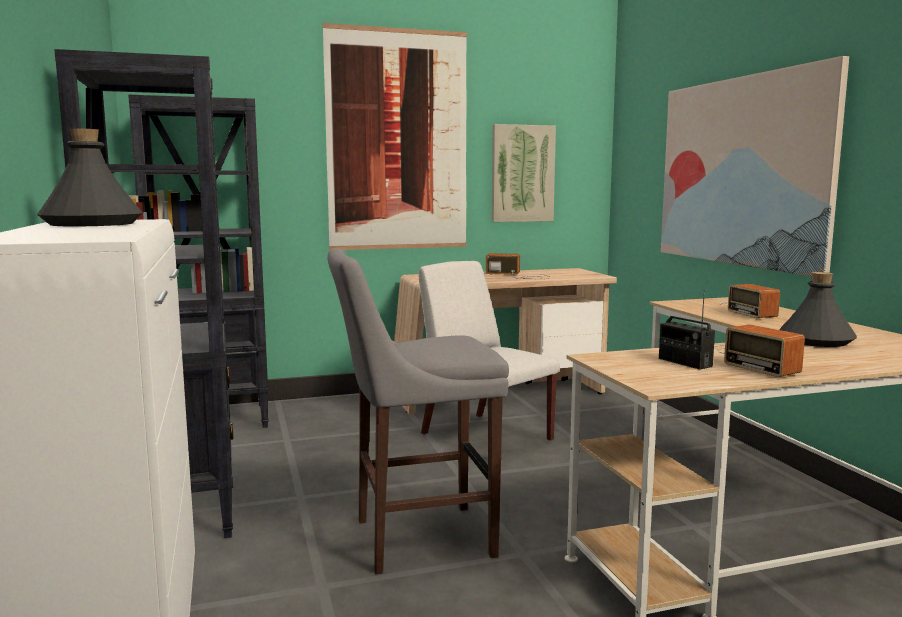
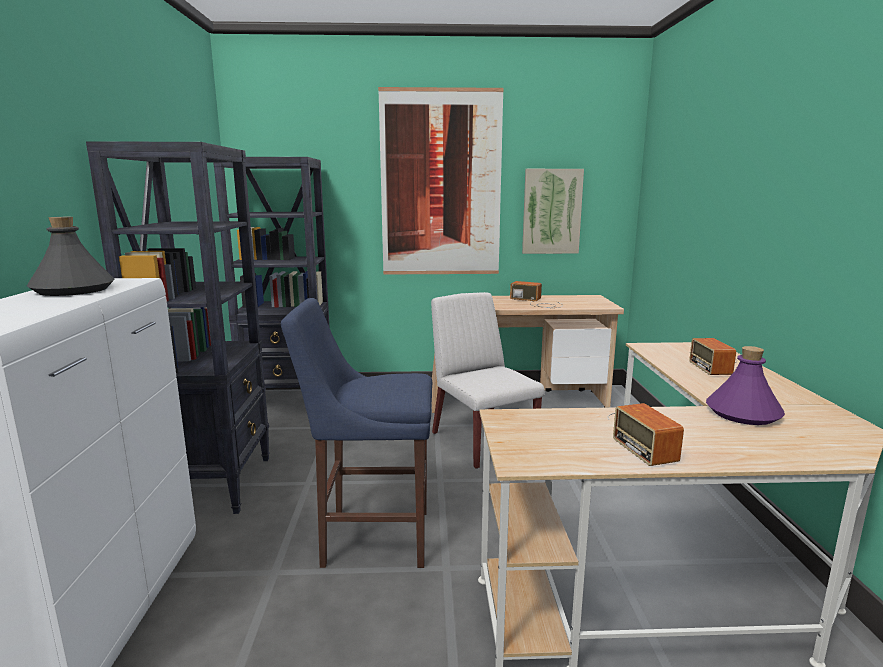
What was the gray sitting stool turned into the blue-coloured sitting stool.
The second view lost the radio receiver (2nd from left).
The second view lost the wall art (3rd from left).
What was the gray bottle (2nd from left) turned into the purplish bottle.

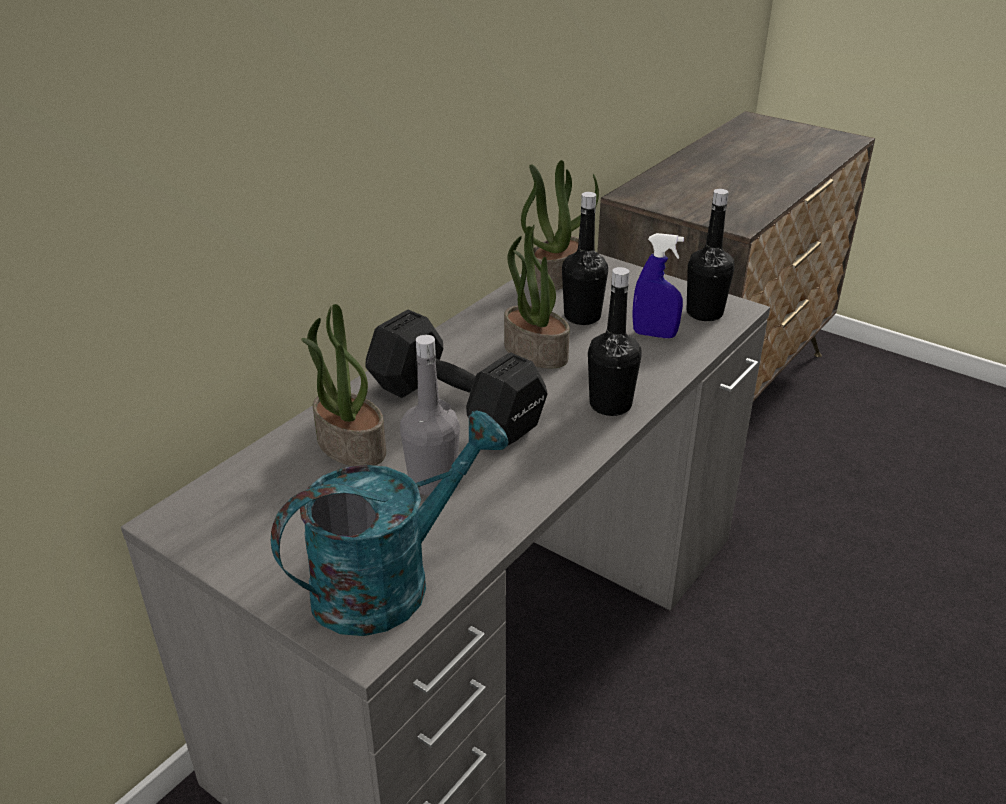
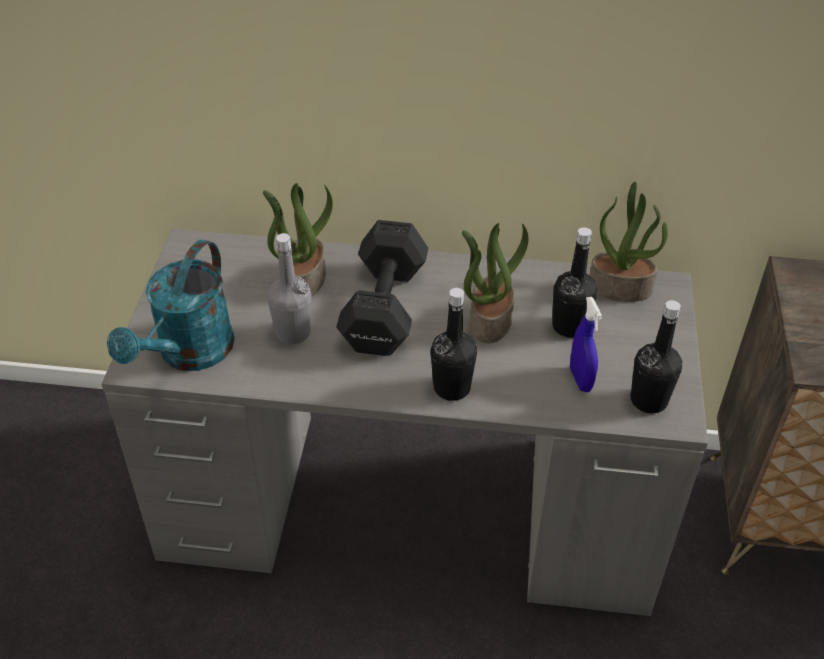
The blue-green watering pot ended up facing another way, 90 degrees clockwise from before.

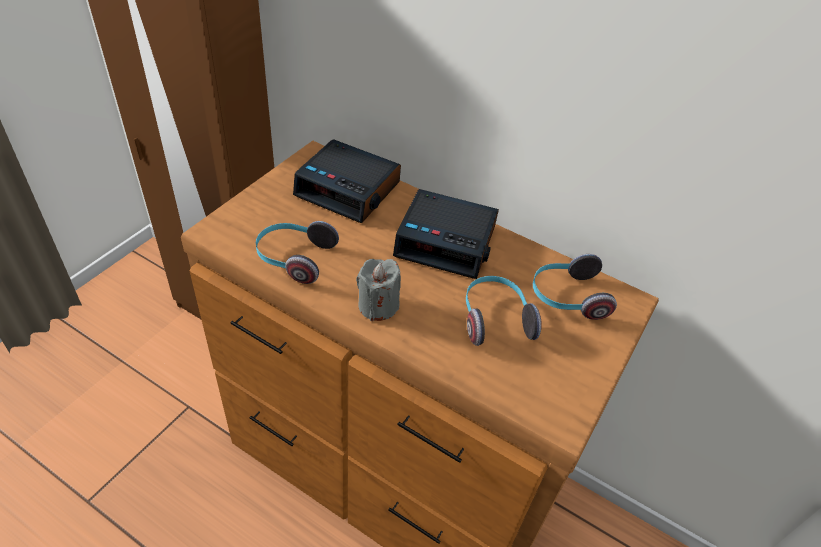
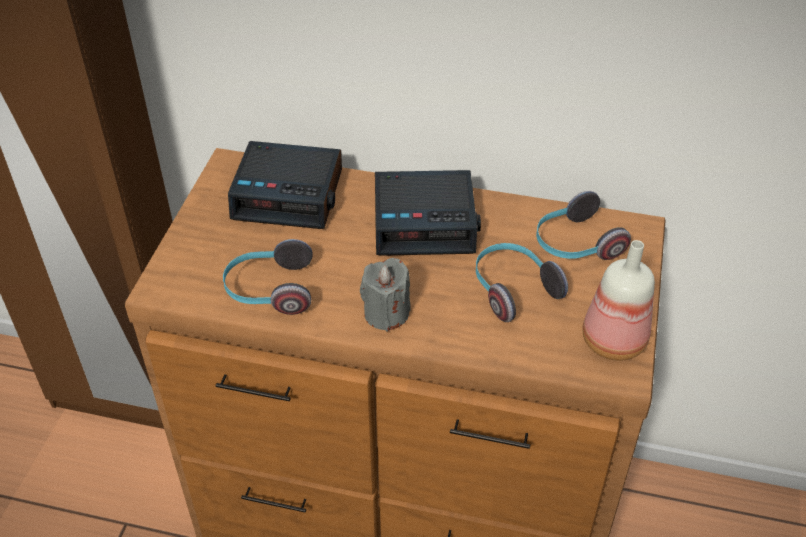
The second view gained the bottle.

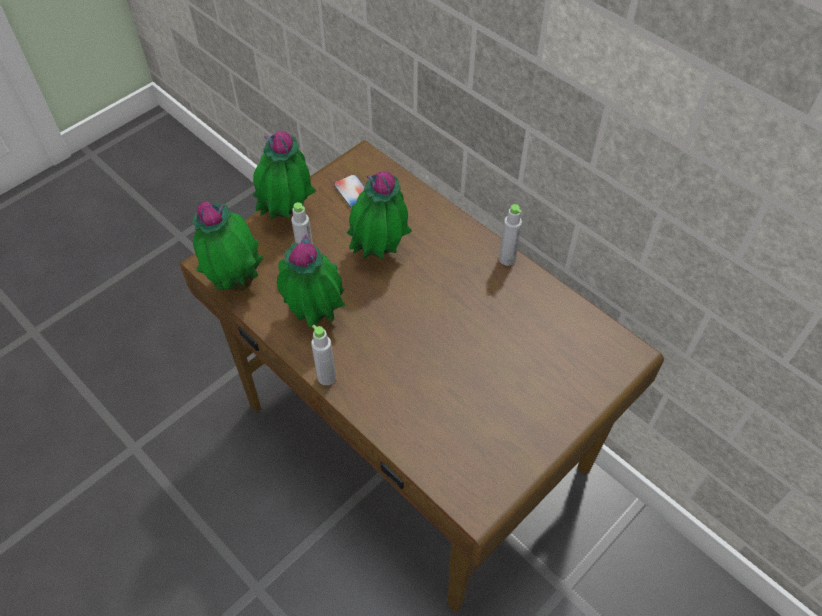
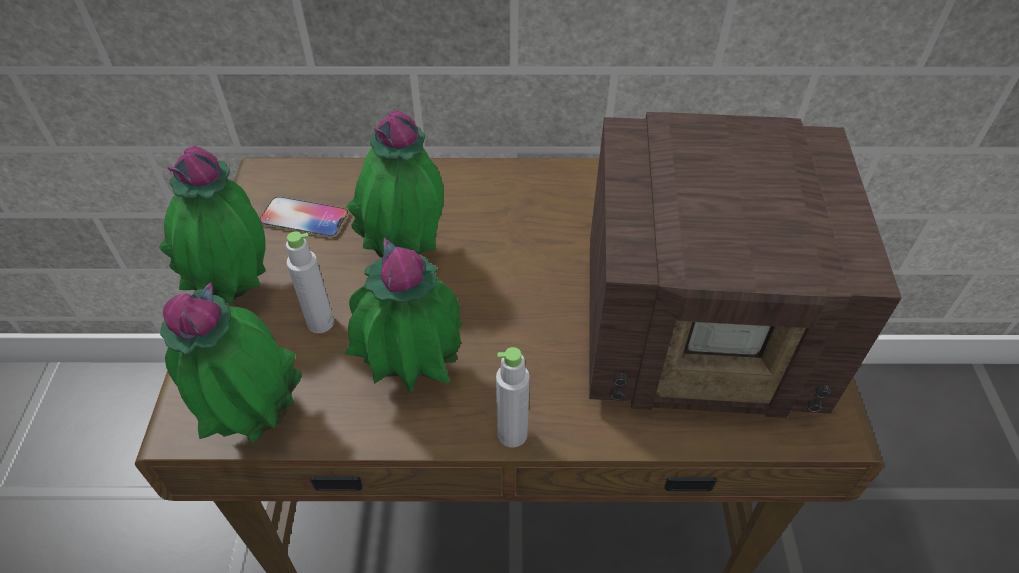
The second view lost the gray bottle (3rd from left).
The second view gained the radio receiver.

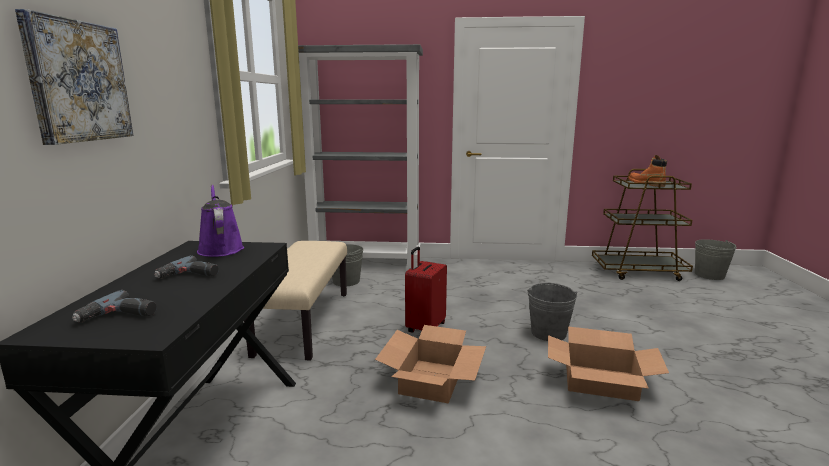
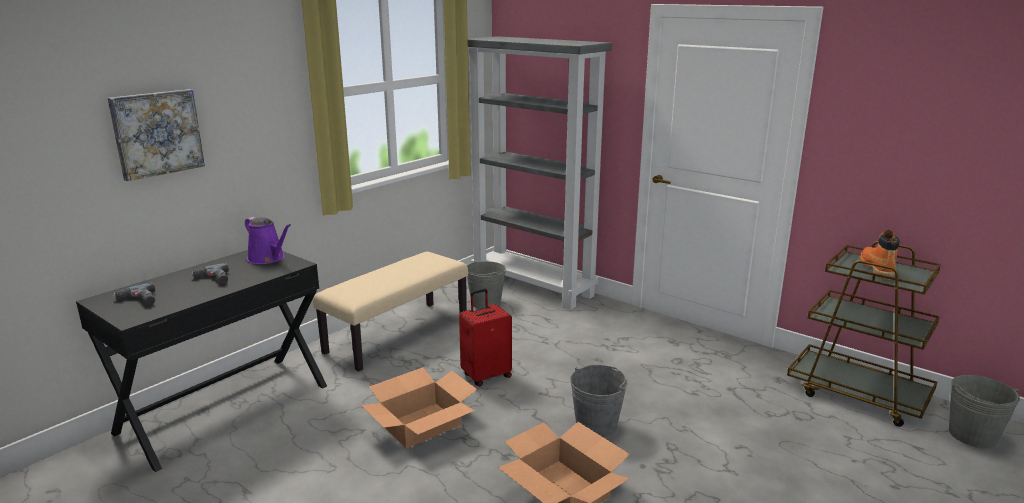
The purplish watering pot ended up facing another way, 120 degrees clockwise from before.

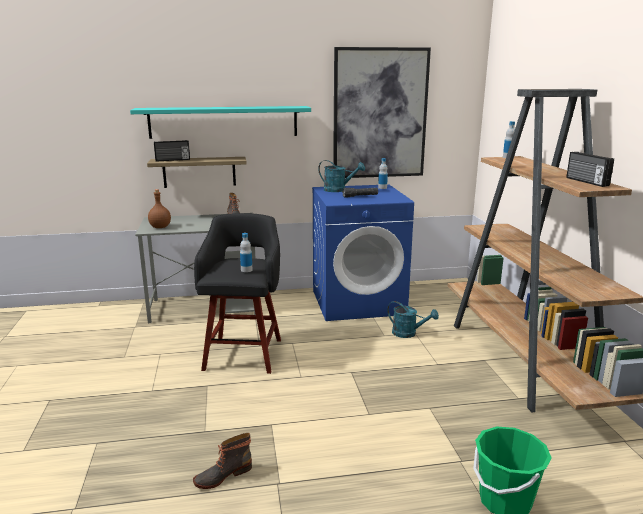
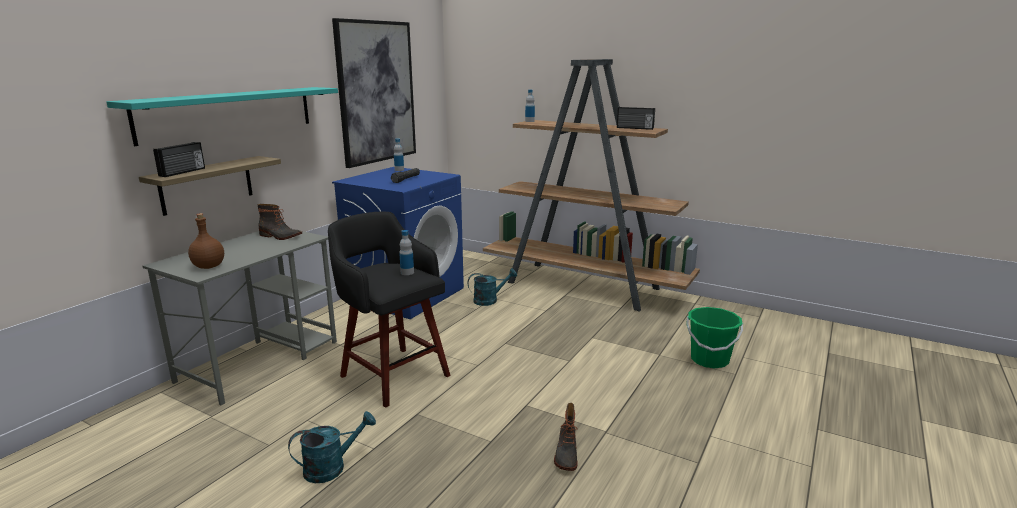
The blue-green watering pot (1st from left) ended up elsewhere.

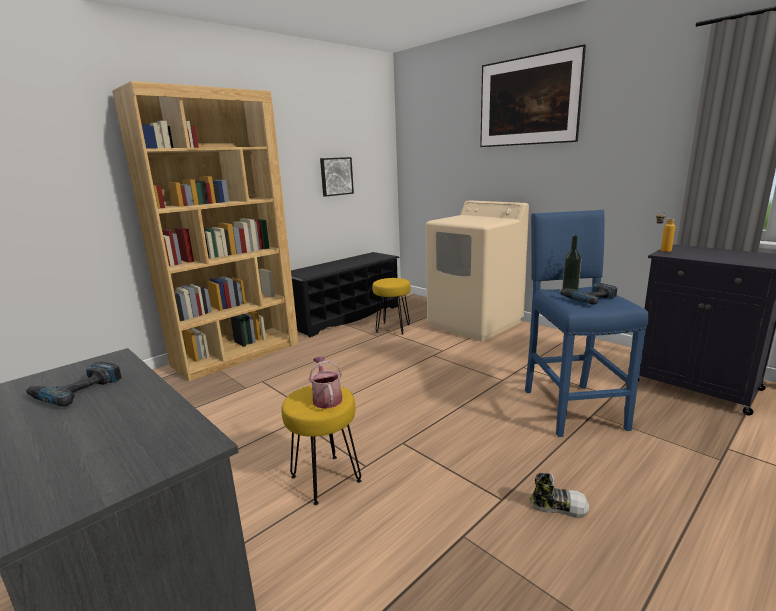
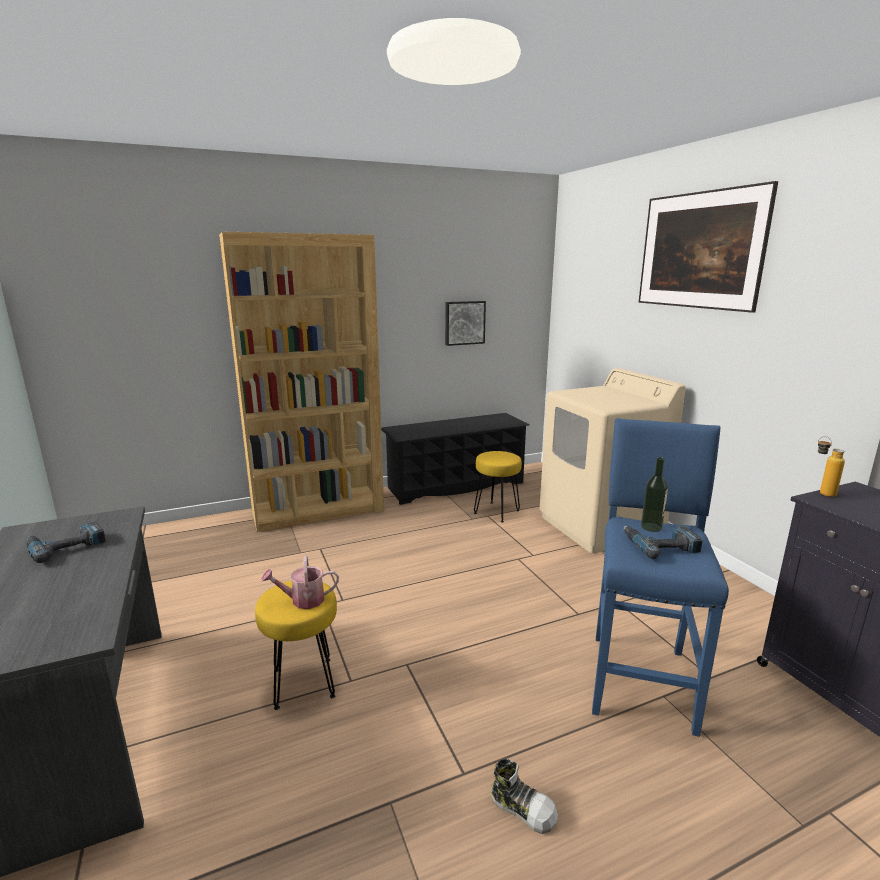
The watering pot ended up facing another way, 105 degrees counterclockwise from before.

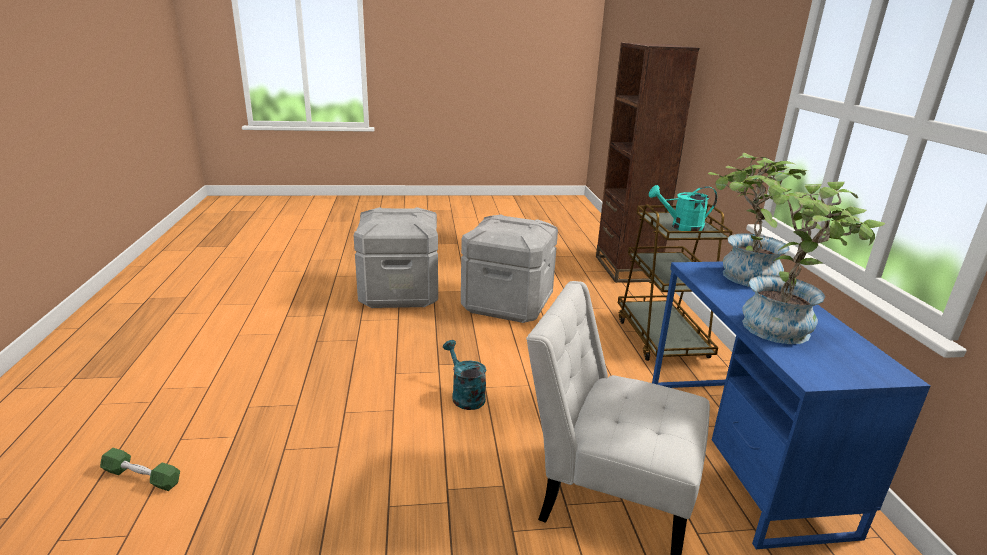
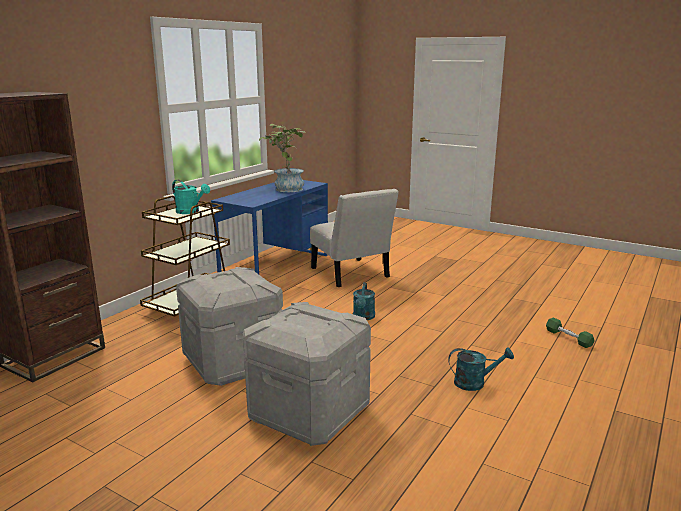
The second view lost the plant in a pot (1st from left).
The second view gained the blue-green watering pot (3rd from left).

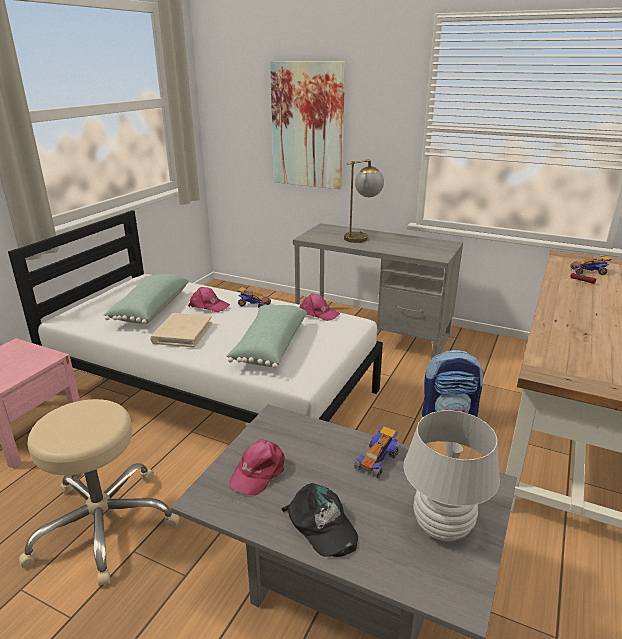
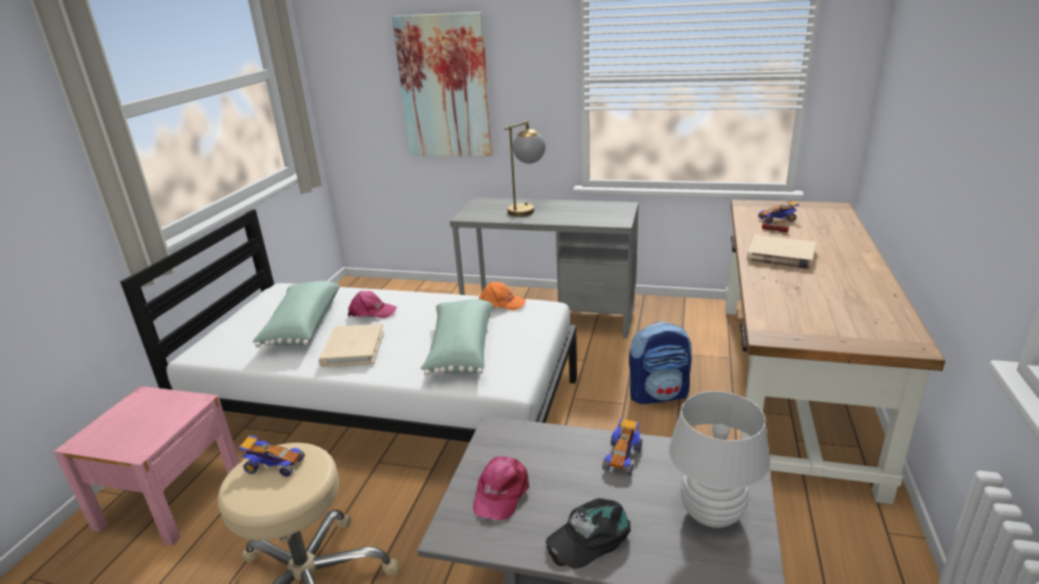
The miniature car (1st from left) ended up elsewhere.
The blackish peaked cap ended up facing another way, 105 degrees clockwise from before.
What was the pinkish peaked cap (3rd from left) turned into the orangey peaked cap.
The second view gained the beige book (2nd from left).

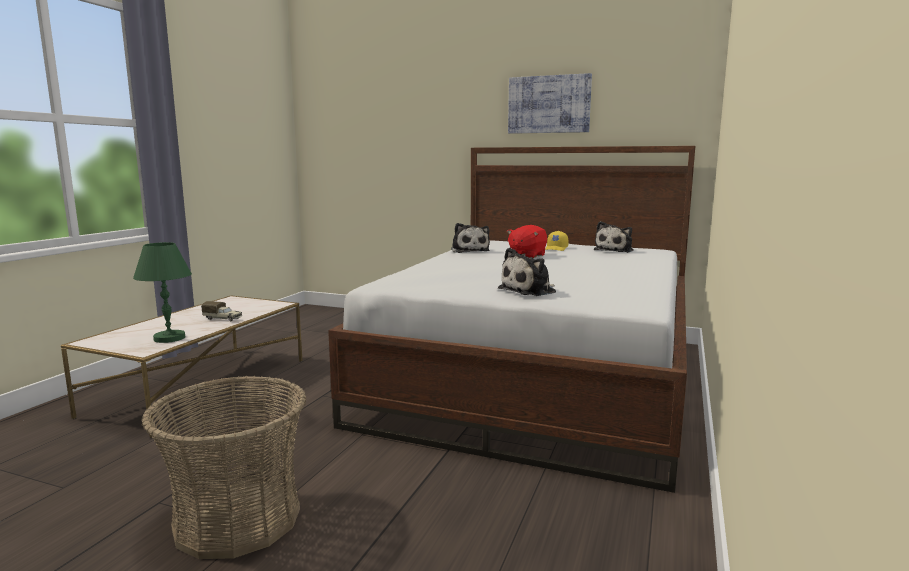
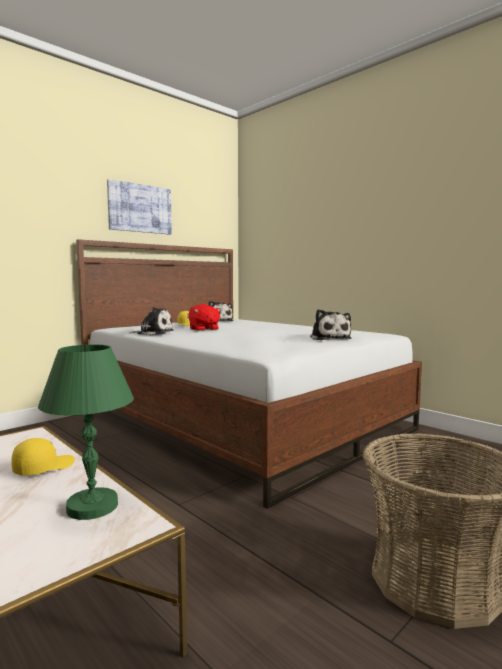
Where the model truck stood, the yellowish peaked cap (1st from left) came to stand.

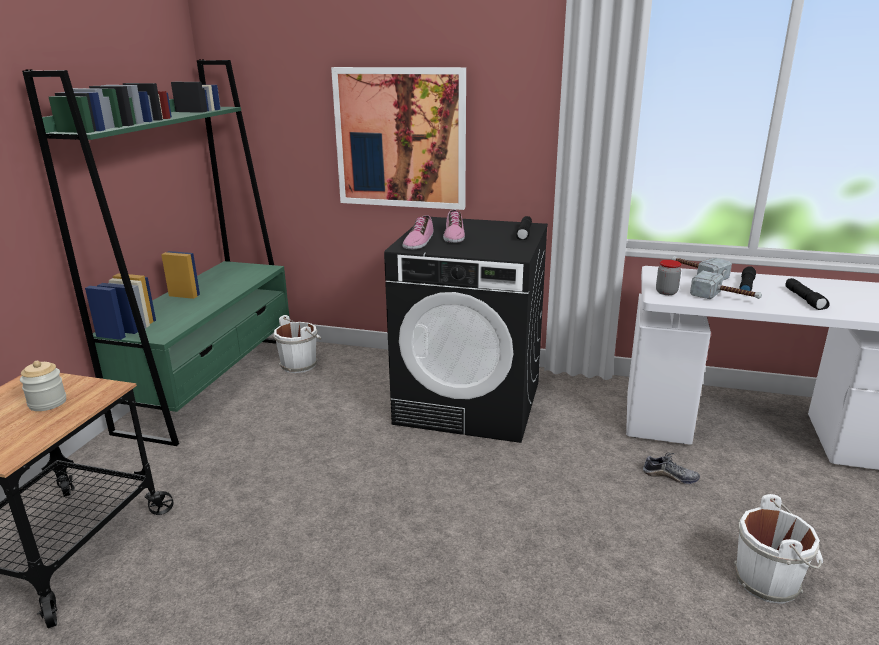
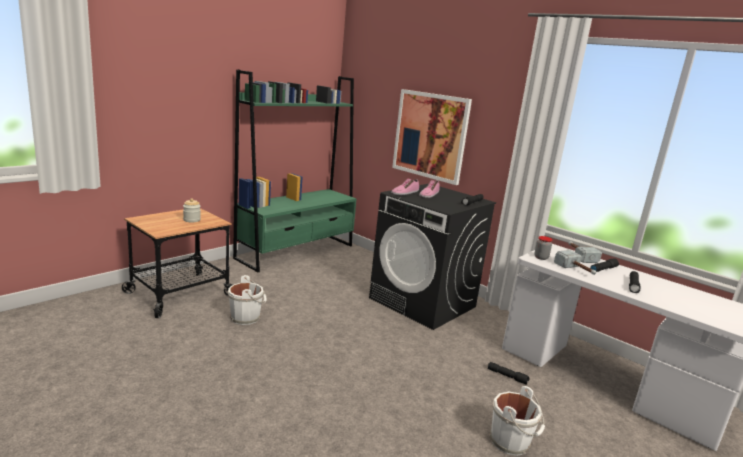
The white-coloured bucket (1st from left) ended up elsewhere.
Where the low shoe (3rd from left) stood, the blackish flashlight (2nd from left) came to stand.

